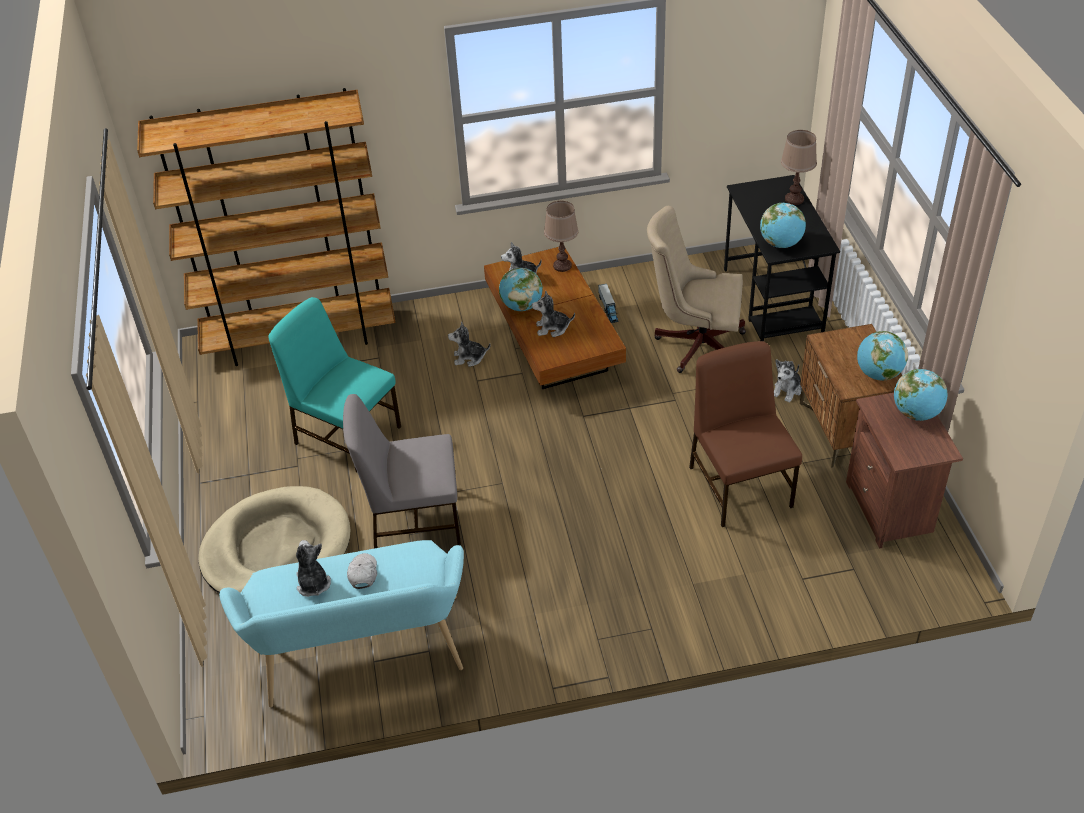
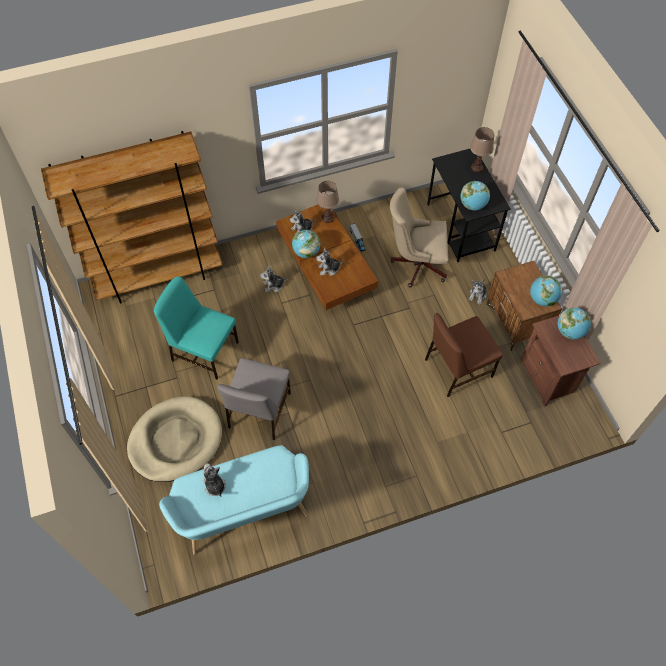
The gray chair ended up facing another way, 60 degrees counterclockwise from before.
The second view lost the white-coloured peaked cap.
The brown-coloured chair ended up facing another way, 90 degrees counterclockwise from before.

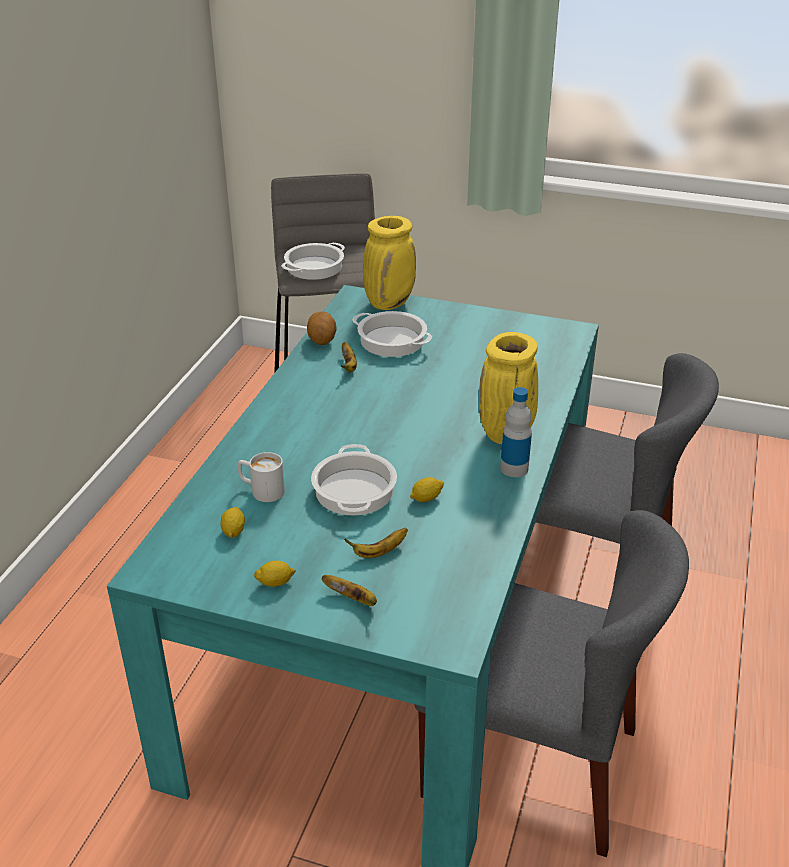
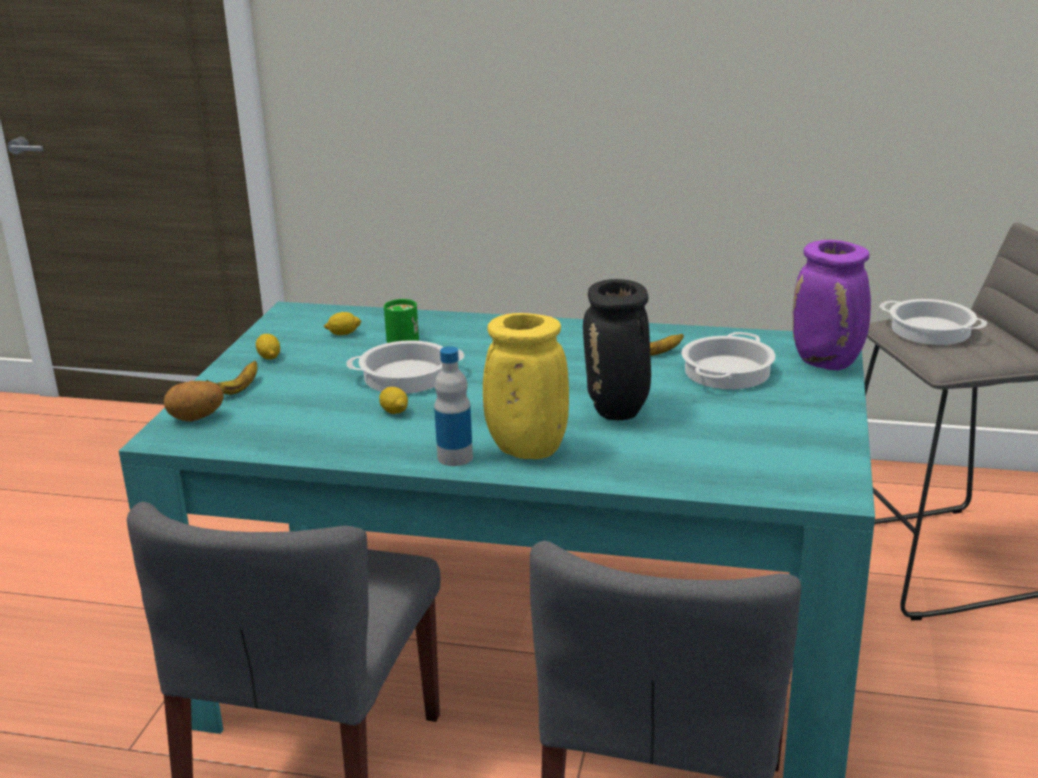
What was the white-coloured tea mug turned into the greenish tea mug.
The spud ended up elsewhere.
The second view lost the whole banana (3rd from left).
What was the yellowish flower vase (1st from left) turned into the purplish flower vase.
The second view gained the blackish flower vase.

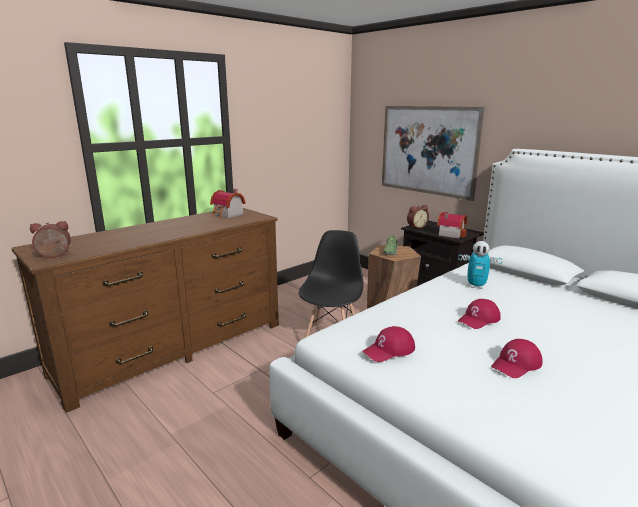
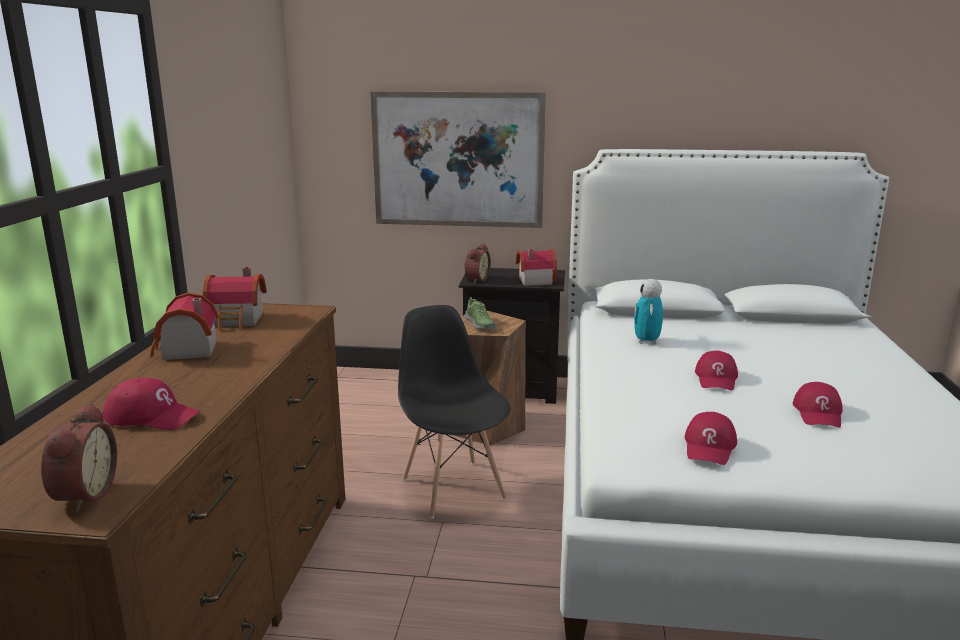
The table clock (1st from left) ended up facing another way, 150 degrees clockwise from before.
The model robot ended up facing another way, 120 degrees clockwise from before.
The second view gained the red-coloured peaked cap (1st from left).
The second view gained the toy house (1st from left).

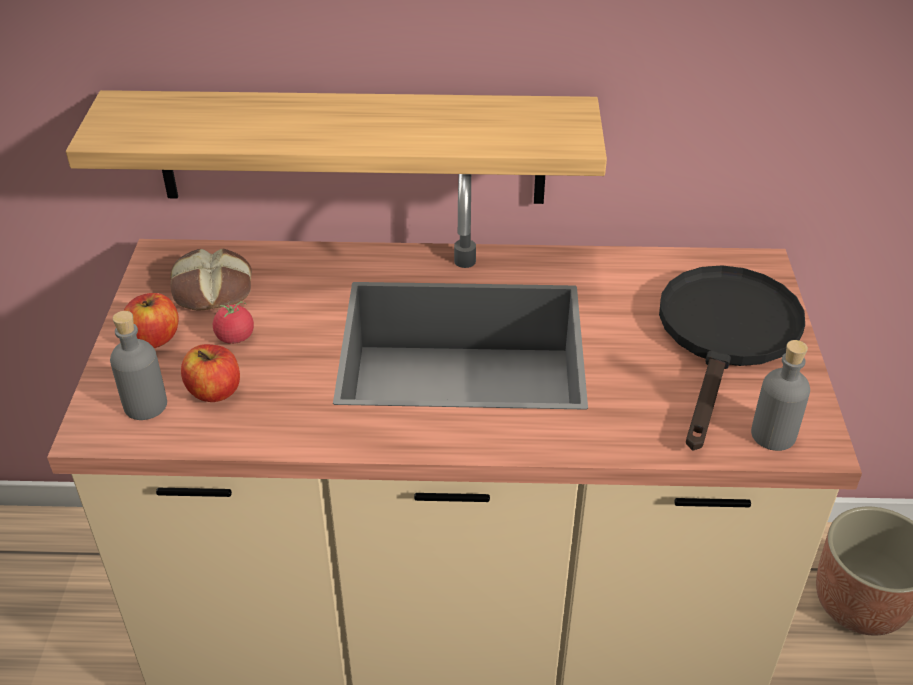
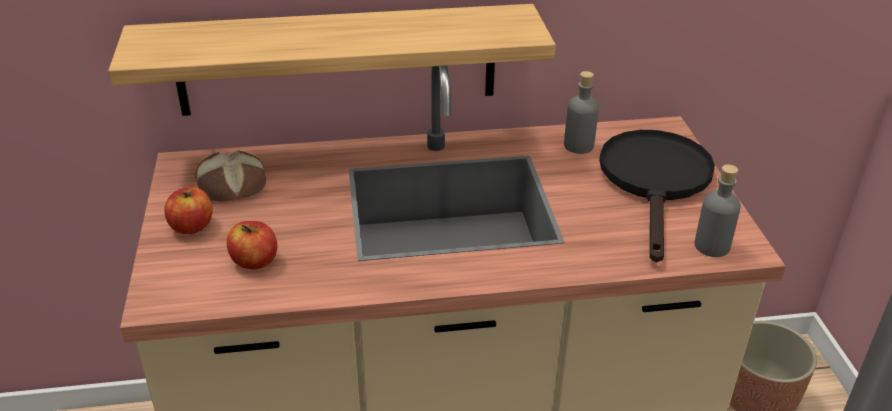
The gray bottle (1st from left) ended up elsewhere.
The second view lost the tomato.

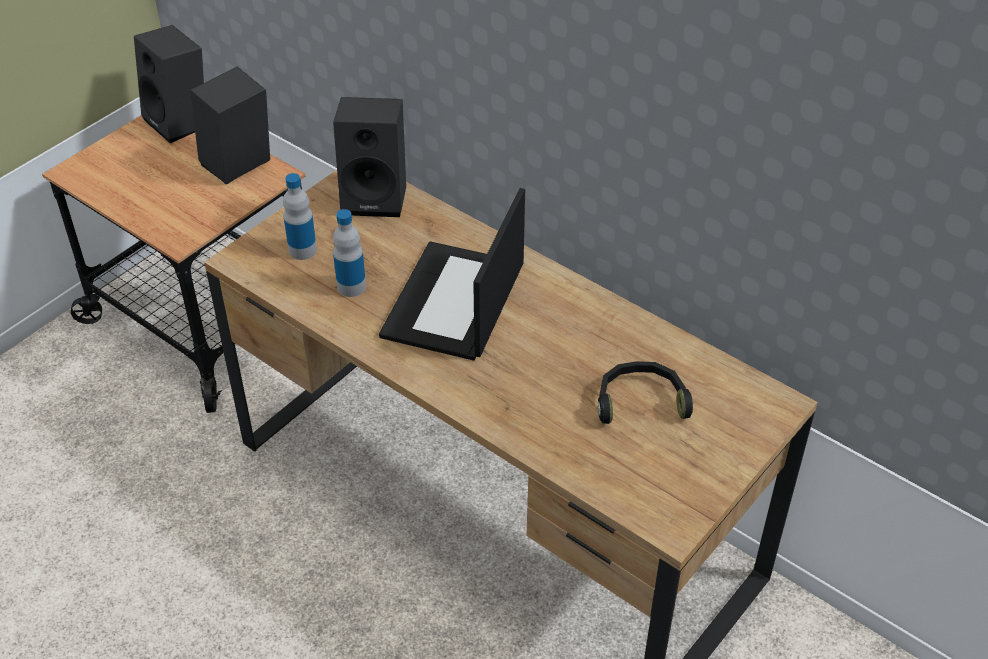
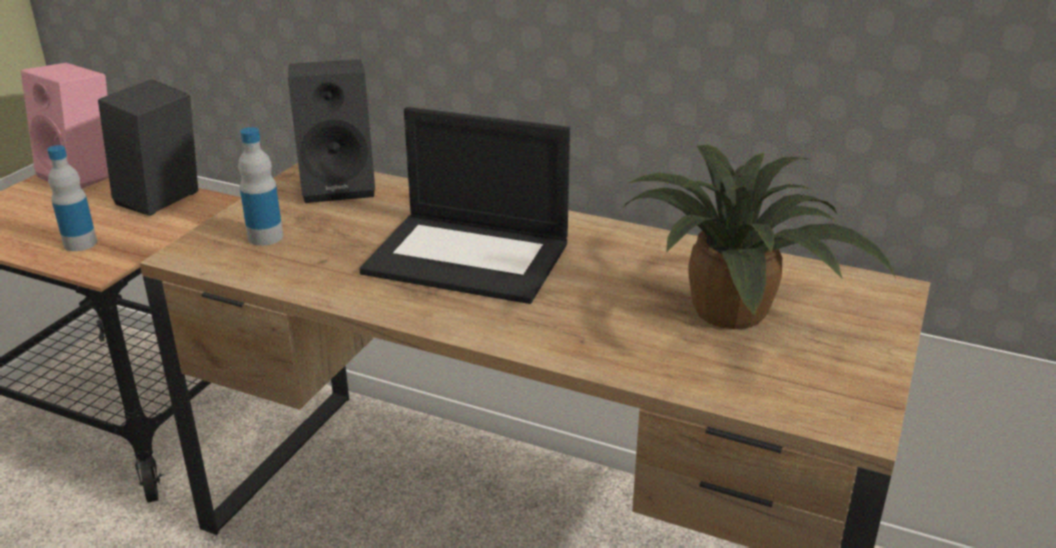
What was the blackish loudspeaker (1st from left) turned into the pinkish loudspeaker.
The bottle (2nd from left in the first image) ended up elsewhere.
The laptop ended up facing another way, 75 degrees counterclockwise from before.
Where the blackish headset stood, the plant in a pot came to stand.

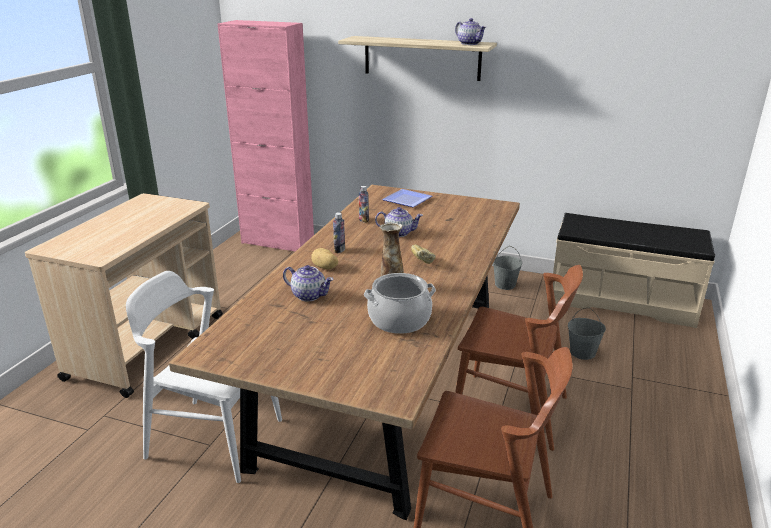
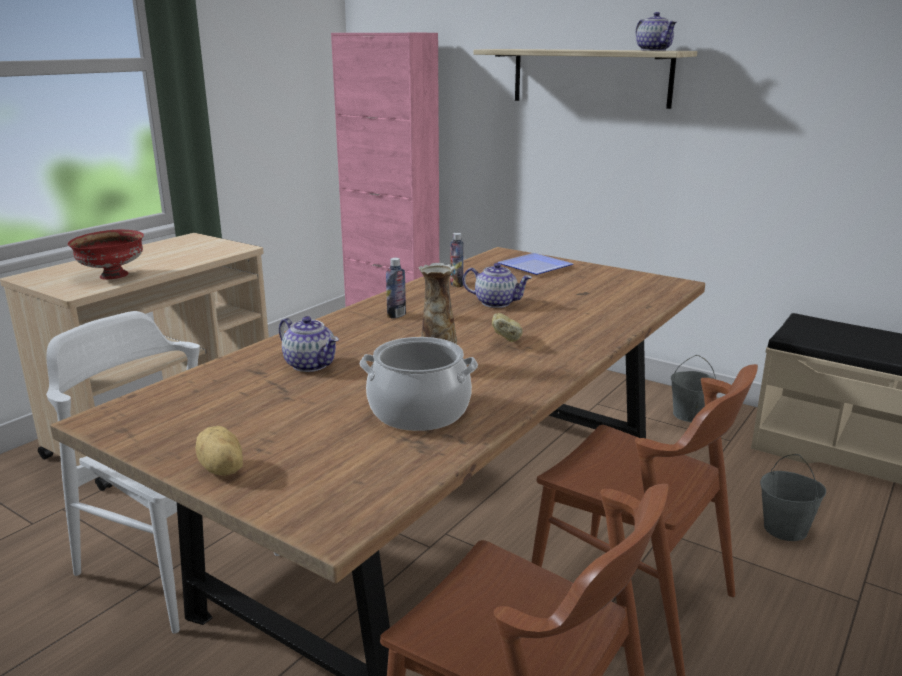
The spud ended up elsewhere.
The second view gained the red-coloured serving bowl.

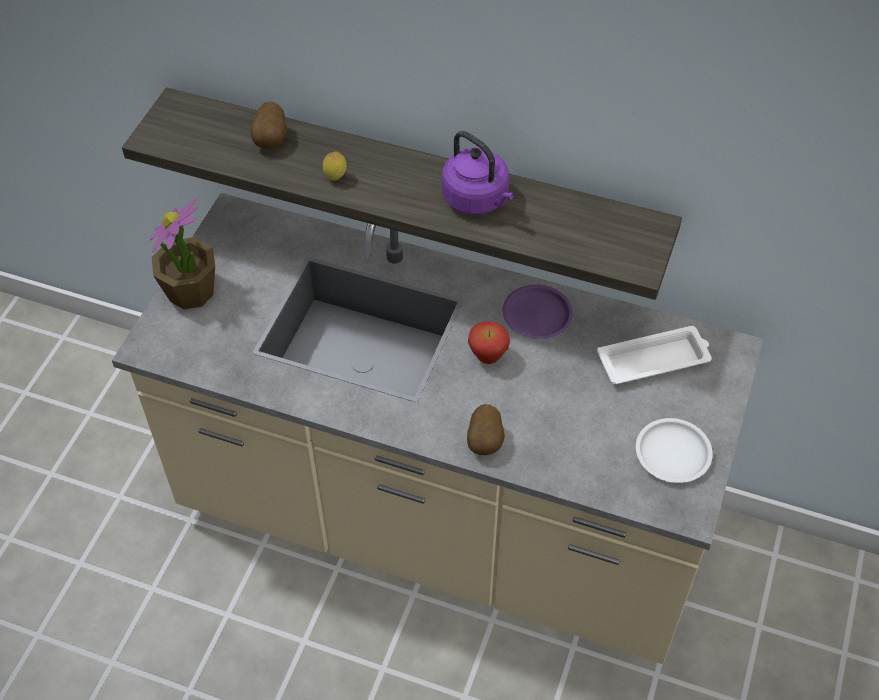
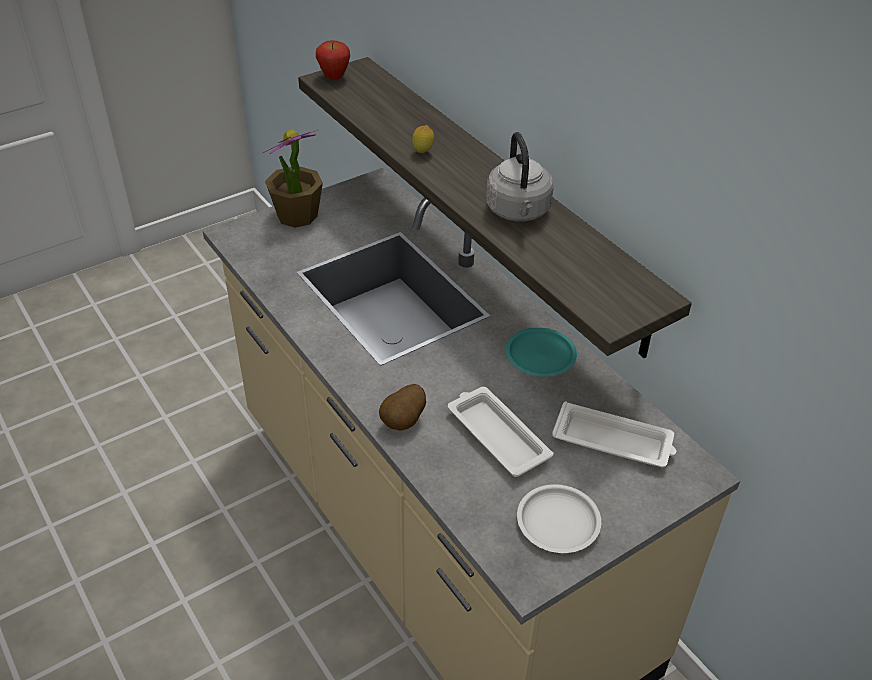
The second view lost the spud (1st from left).
What was the purplish water kettle turned into the gray water kettle.
The apple ended up elsewhere.
What was the purplish dinner plate turned into the blue-green dinner plate.
The second view gained the white-coloured serving tray (1st from left).

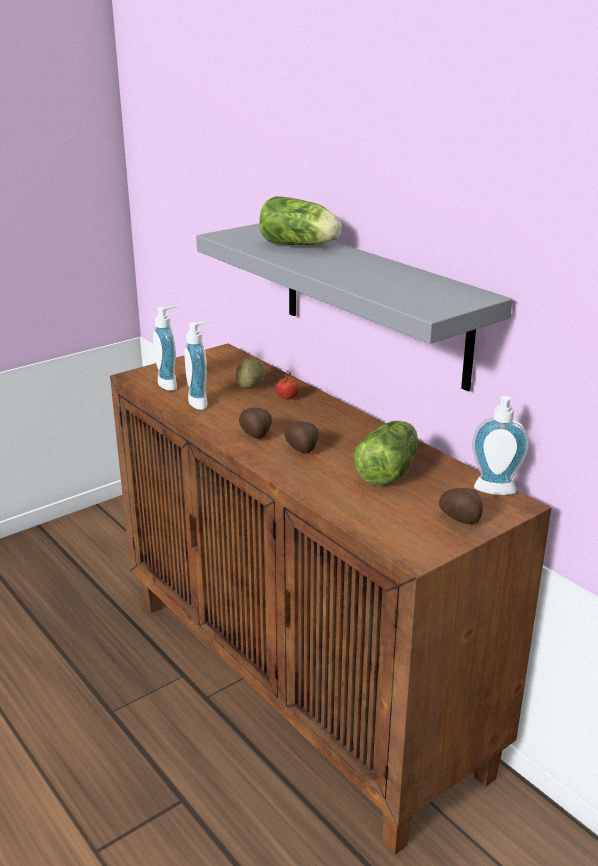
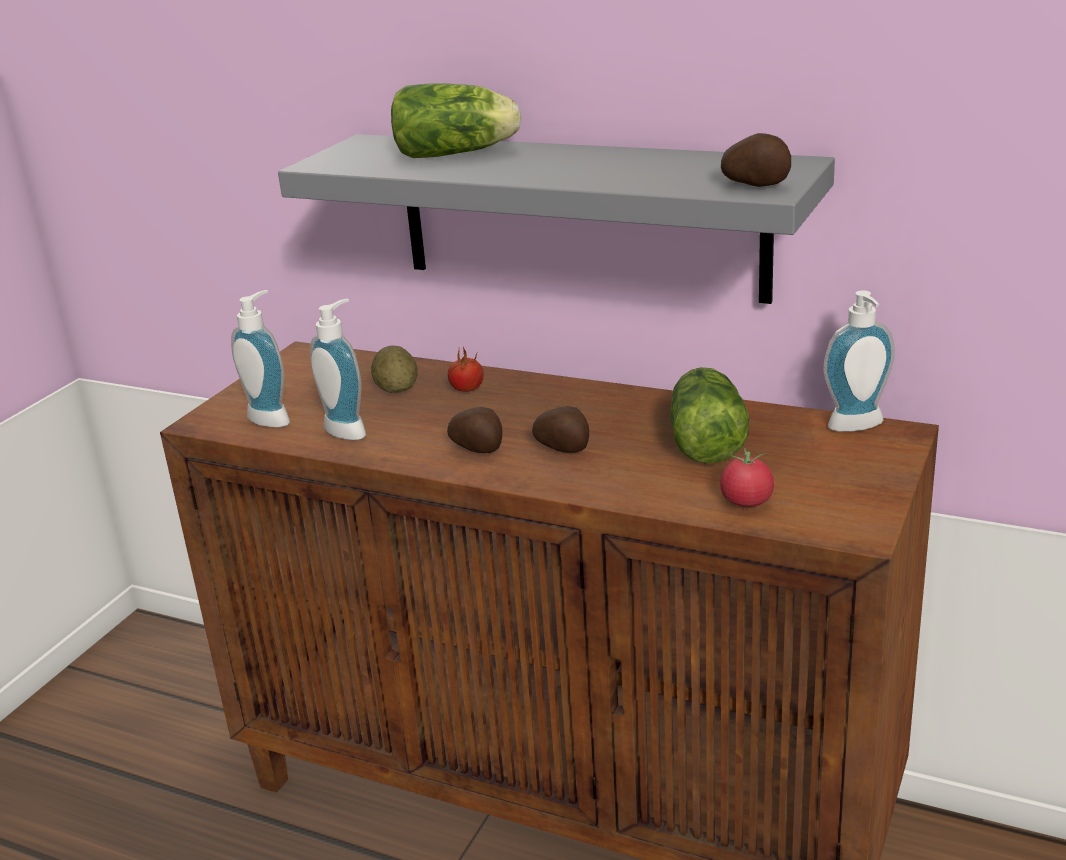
The spud (4th from left) ended up elsewhere.
The second view gained the tomato (2nd from left).

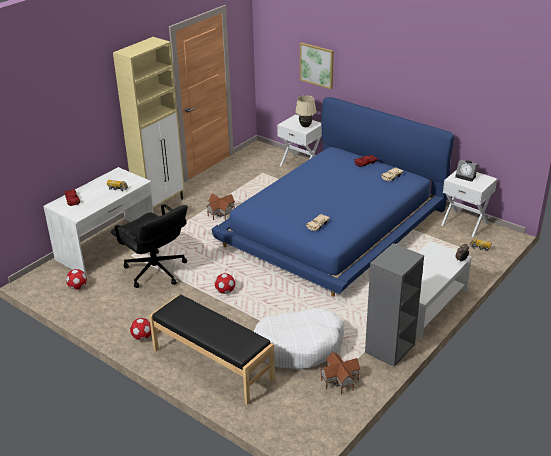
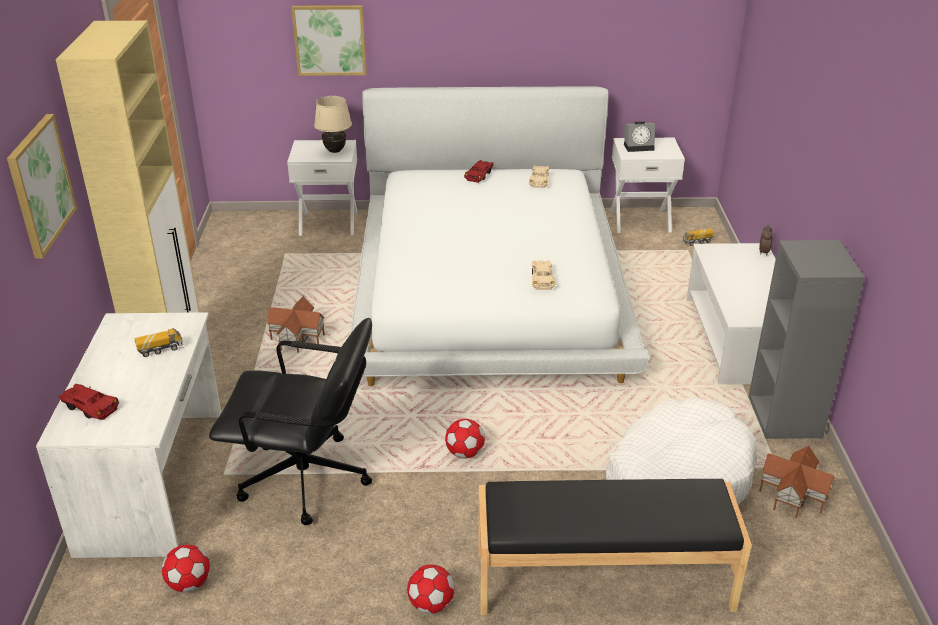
What was the blue-coloured bedroom bed turned into the white-coloured bedroom bed.
The second view gained the wall art (1st from left).

